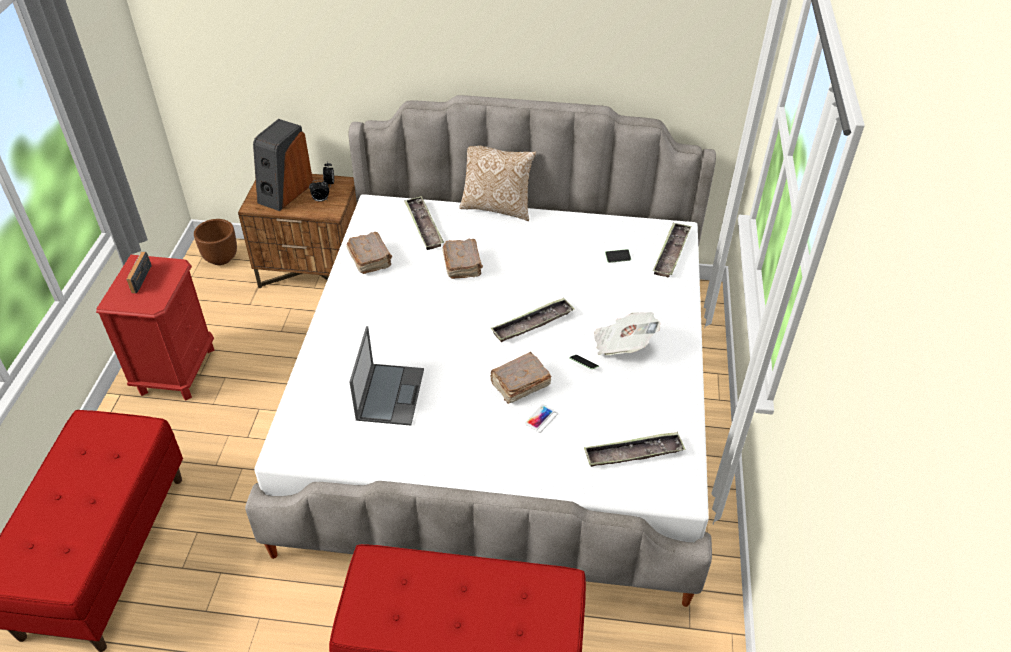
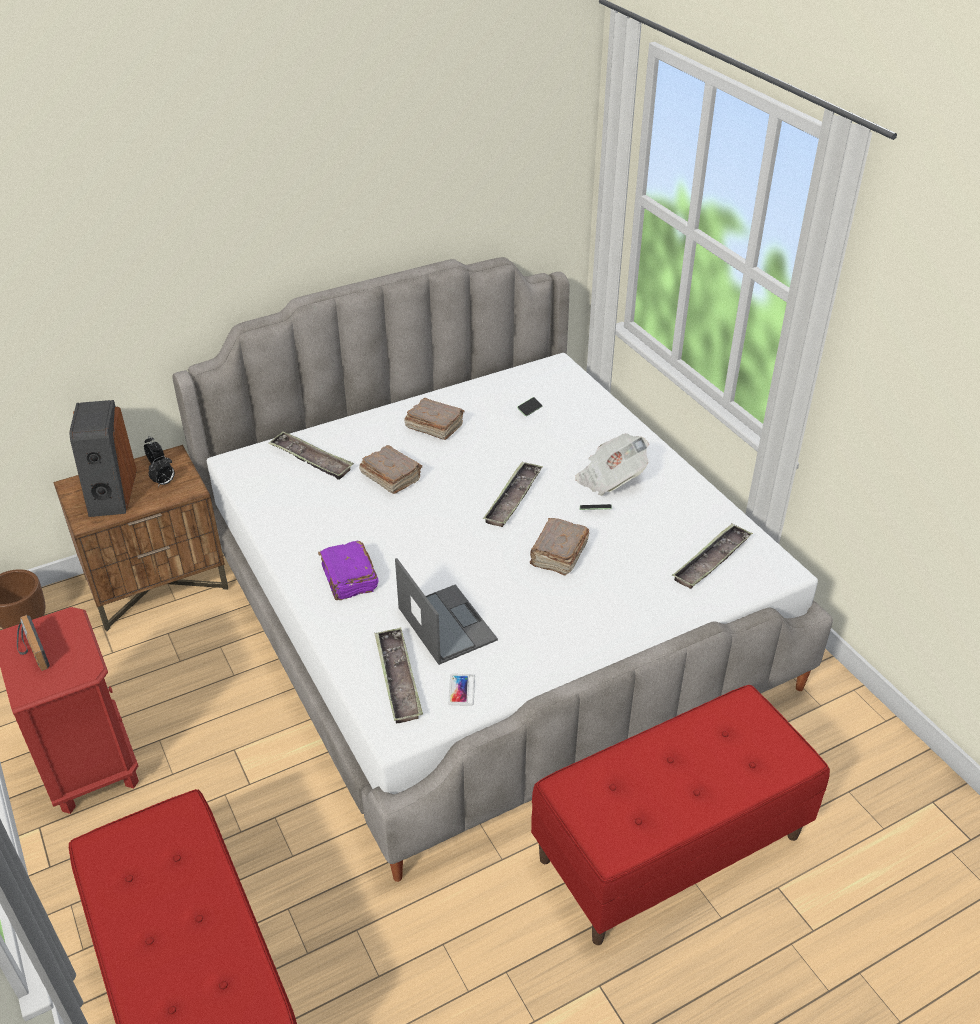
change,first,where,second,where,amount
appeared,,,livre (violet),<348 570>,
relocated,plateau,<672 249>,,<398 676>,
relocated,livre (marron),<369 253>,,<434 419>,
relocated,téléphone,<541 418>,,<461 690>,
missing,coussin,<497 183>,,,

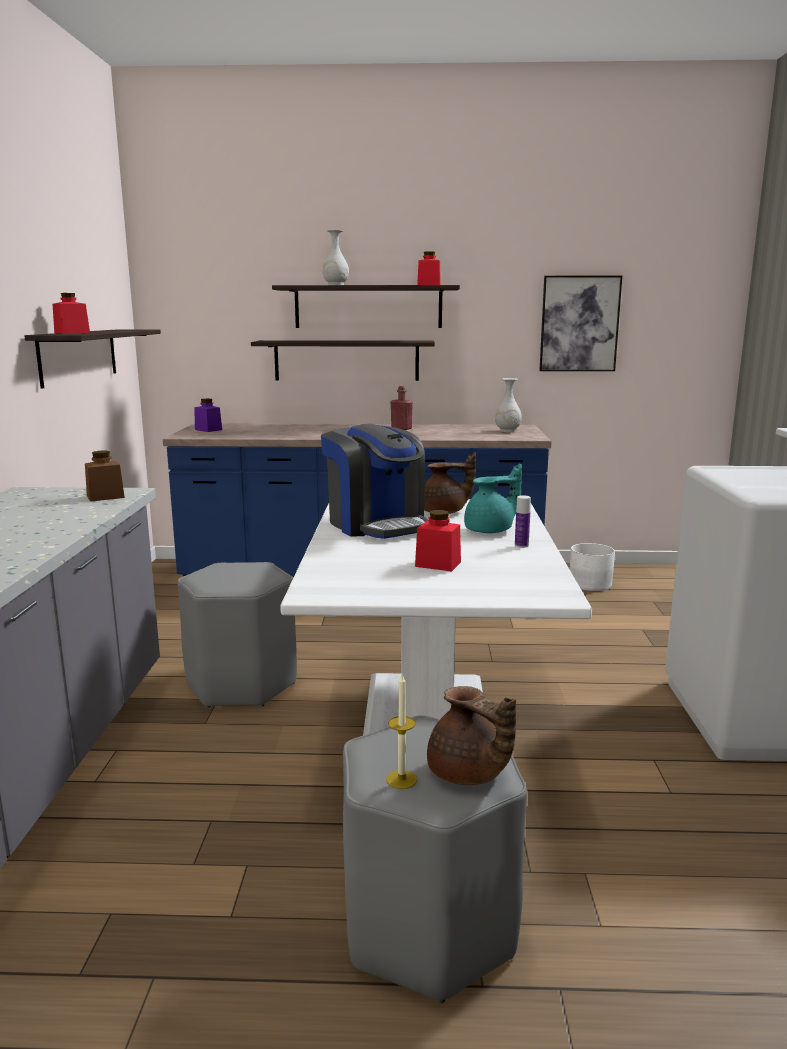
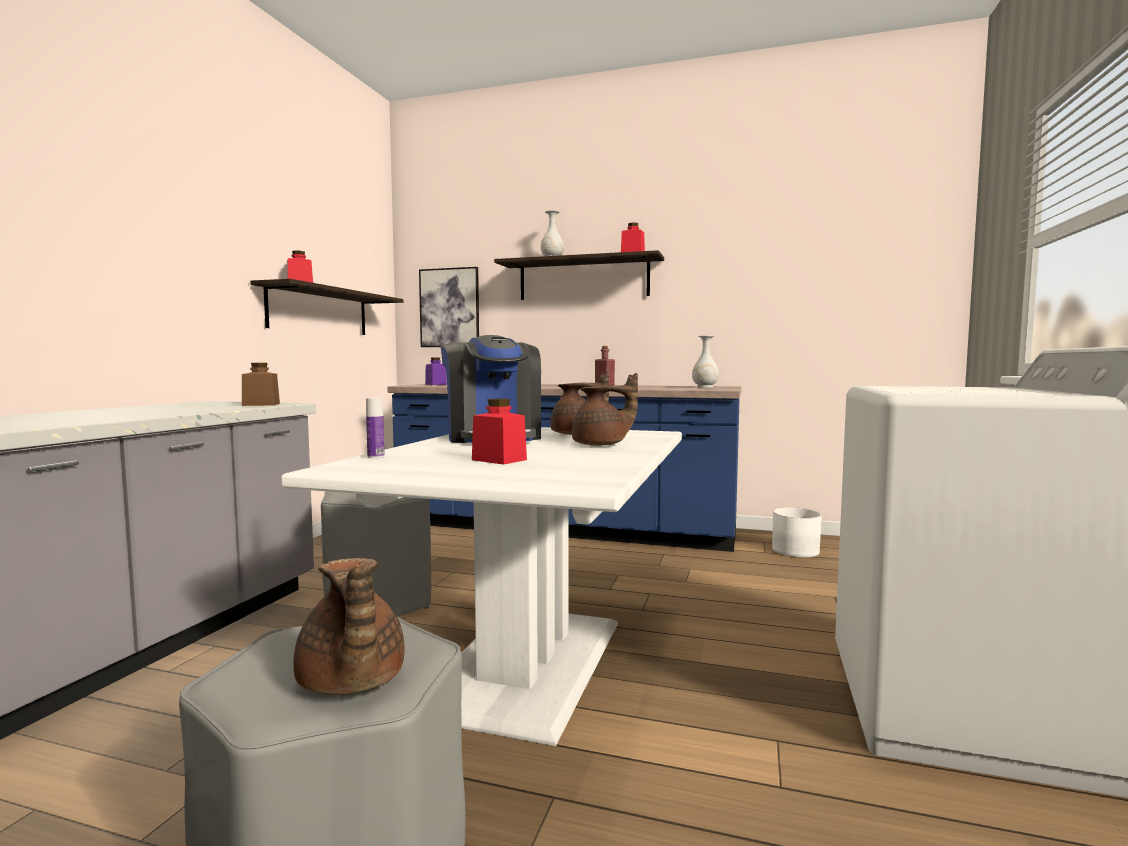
change,first,where,second,where,amount
relocated,bouteille,<523 521>,,<375 428>,
relocated,tableau,<580 323>,,<449 307>,
colour,théière (turquoise),<493 498>,théière (marron),<605 409>,
missing,étagère,<343 360>,,,
missing,bougie,<401 732>,,,

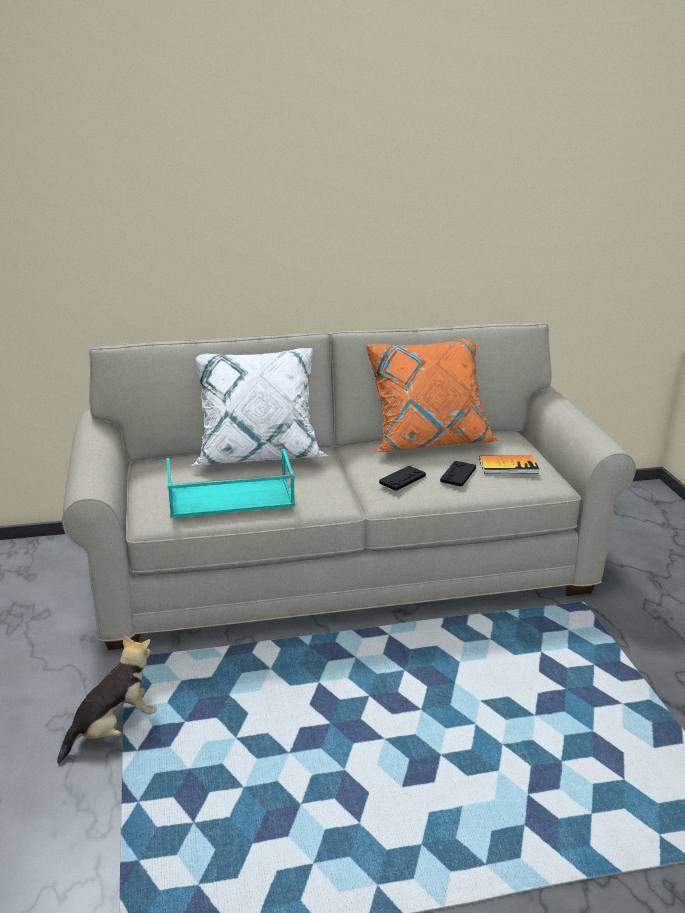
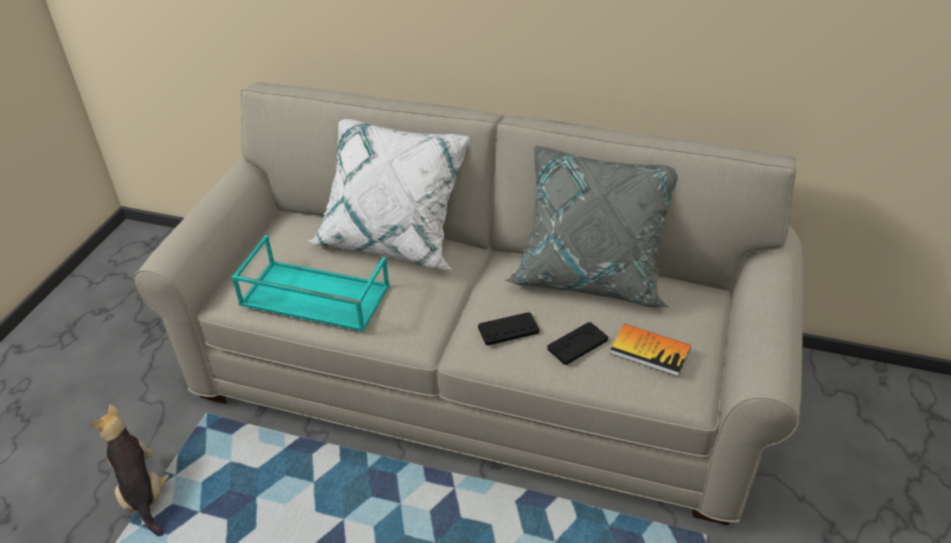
change,first,where,second,where,amount
spun,peluche,<107 699>,,<130 470>,105 degrees counterclockwise
colour,coussin (orange),<433 395>,coussin (gris),<591 227>,

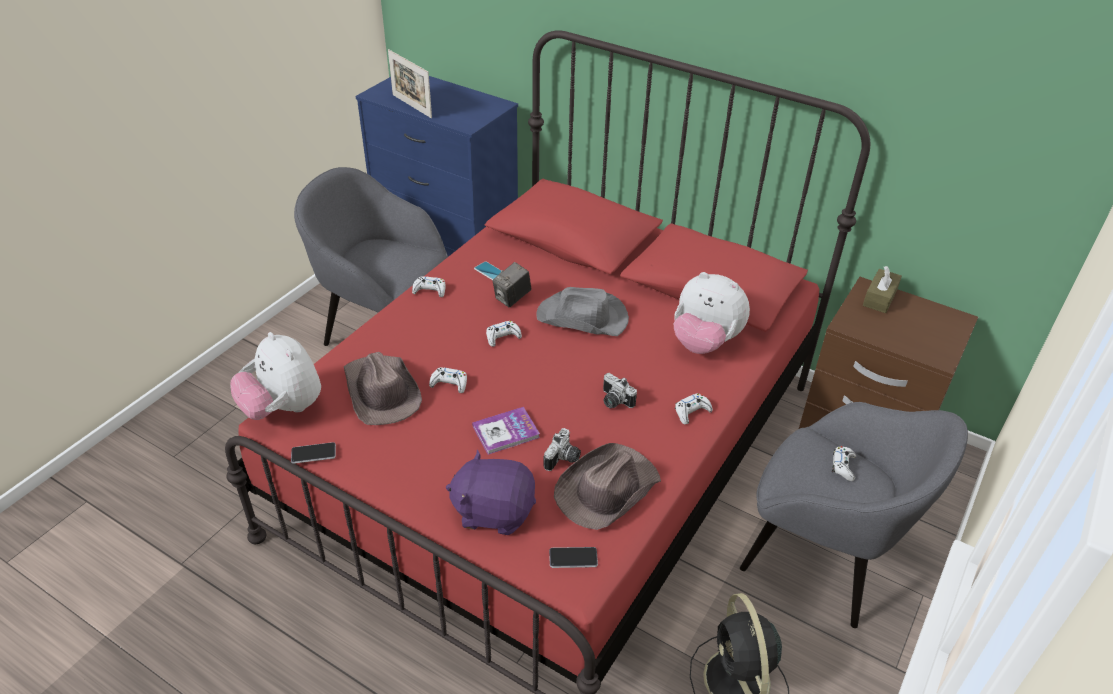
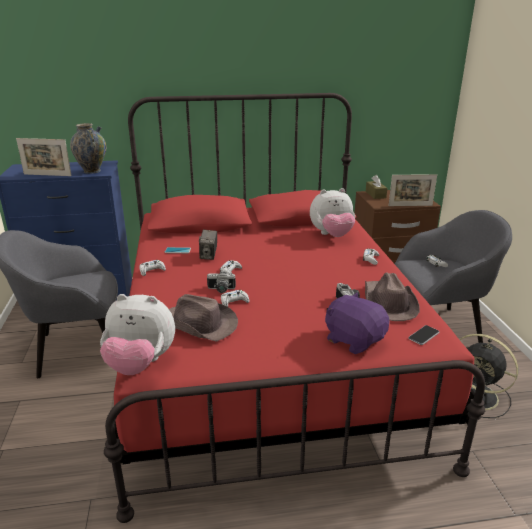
change,first,where,second,where,amount
appeared,,,vase,<88 148>,
relocated,appareil photo,<620 390>,,<221 281>,
spun,peluche (violet),<491 492>,,<357 323>,75 degrees clockwise
appeared,,,cadre photo,<413 190>,
missing,téléphone,<313 453>,,,
missing,livre,<506 431>,,,
missing,chapeau (gris),<582 311>,,,

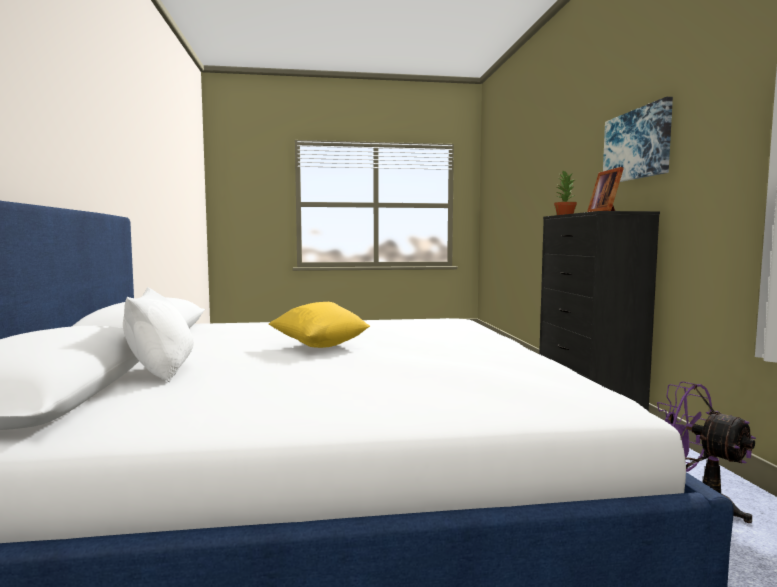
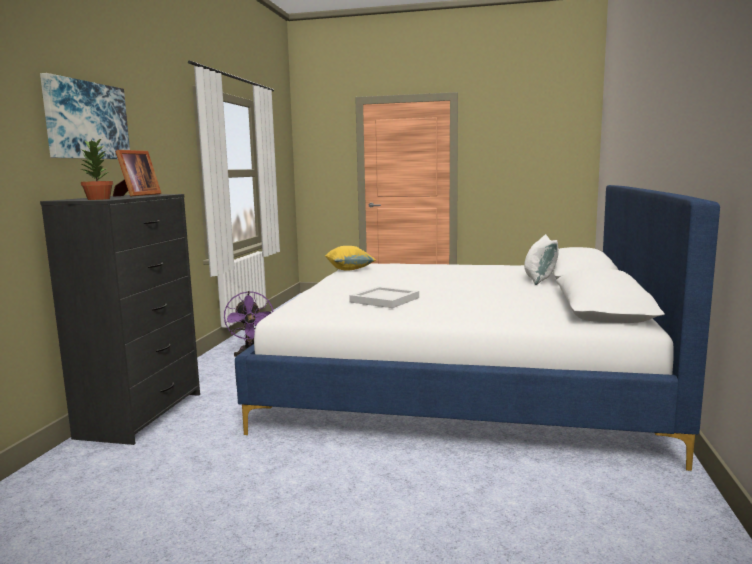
change,first,where,second,where,amount
relocated,coussin (jaune),<319 325>,,<350 258>,
appeared,,,plateau (blanc),<384 297>,

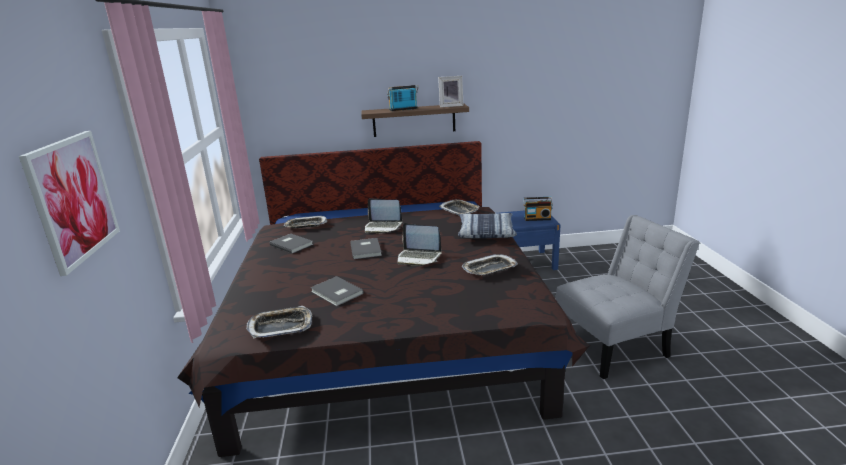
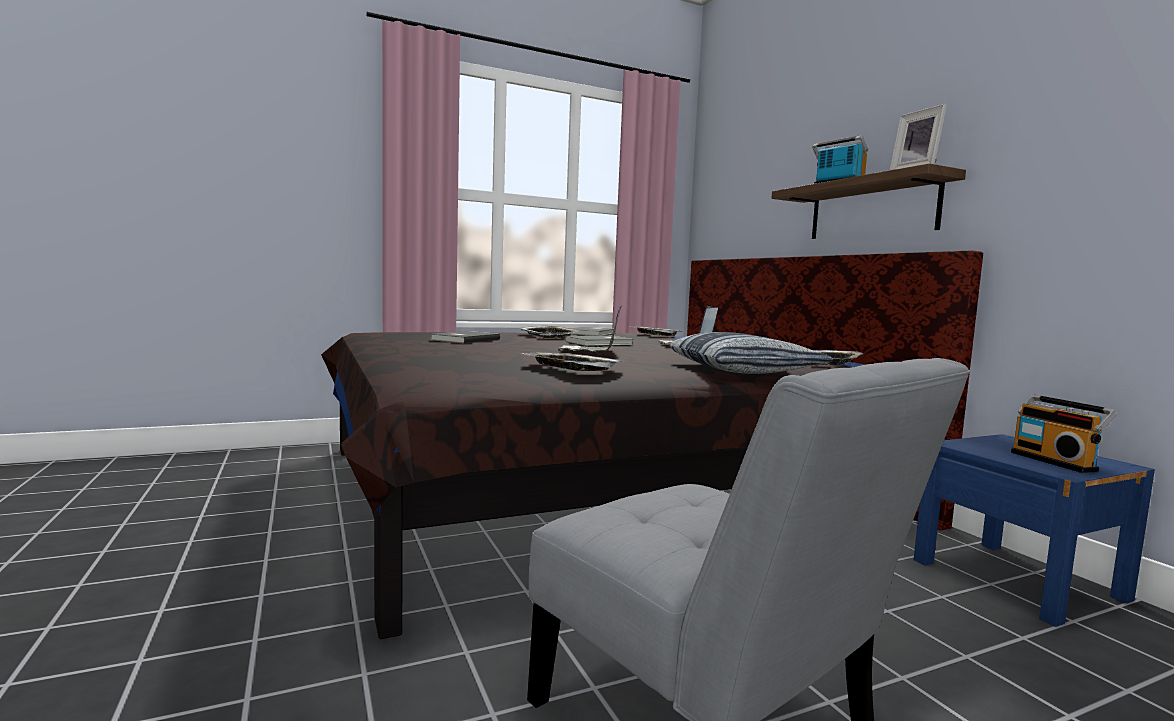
change,first,where,second,where,amount
relocated,plateau,<279 322>,,<550 332>,
missing,tableau,<69 203>,,,

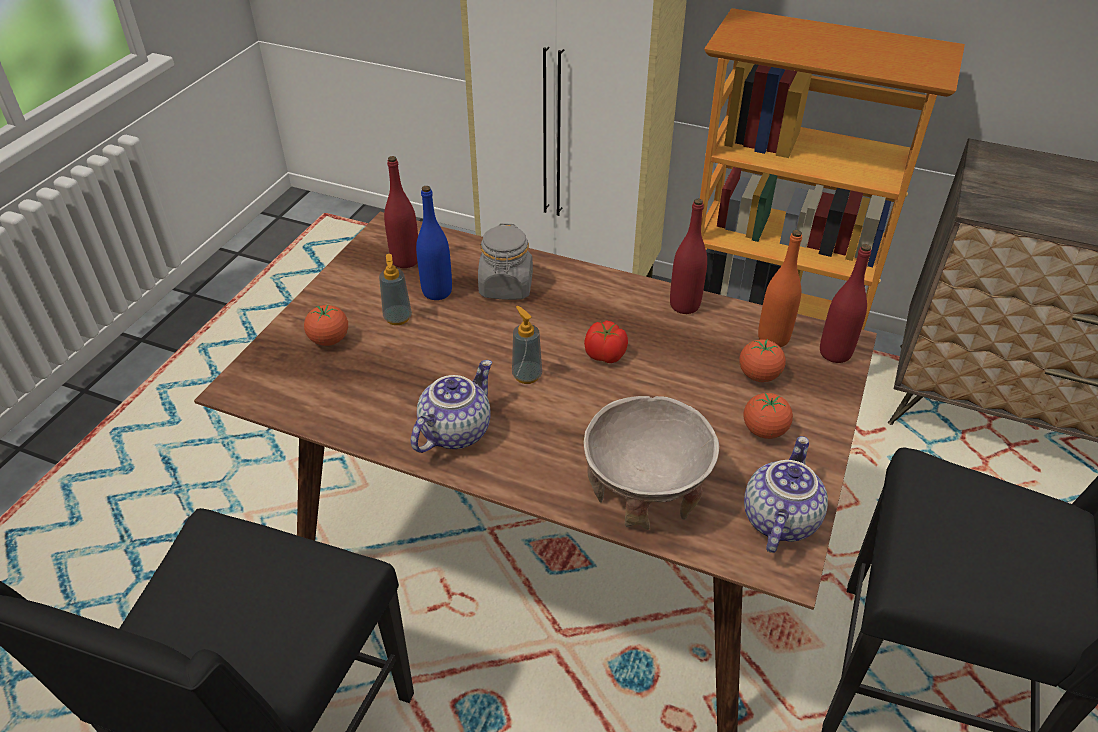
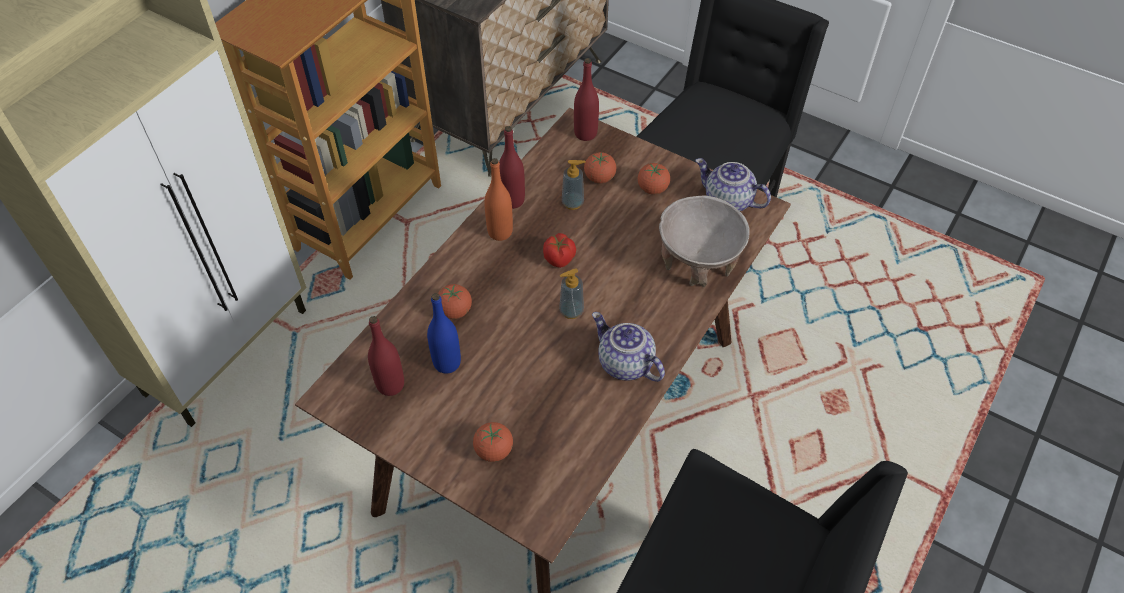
change,first,where,second,where,amount
exchanged,bocal (gris),<505 261>,tomate,<455 301>,
relocated,bouteille (orange),<780 288>,,<498 199>,
relocated,distributeur de savon,<395 289>,,<574 185>,

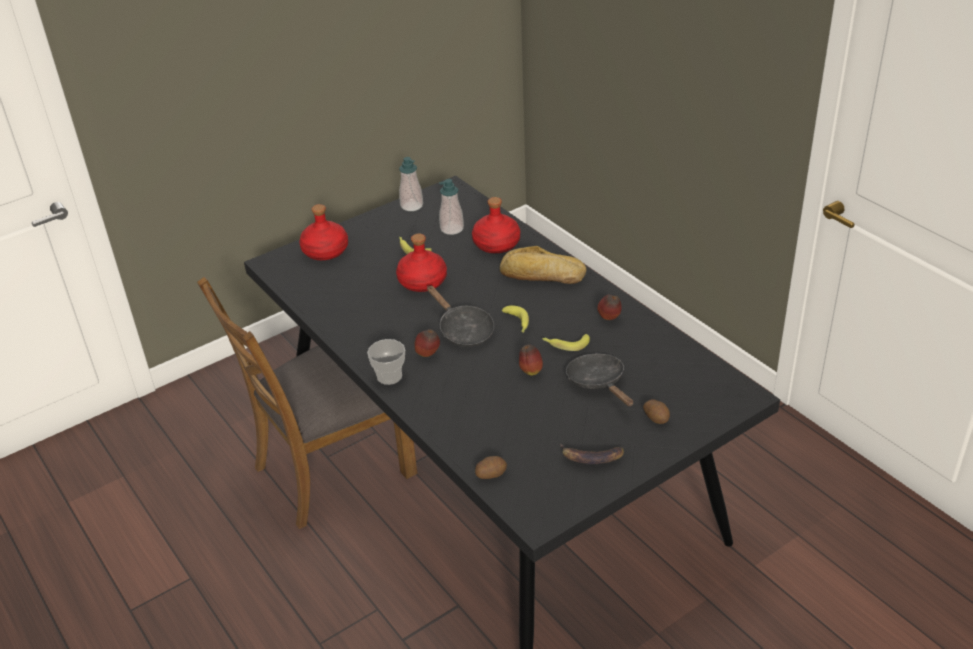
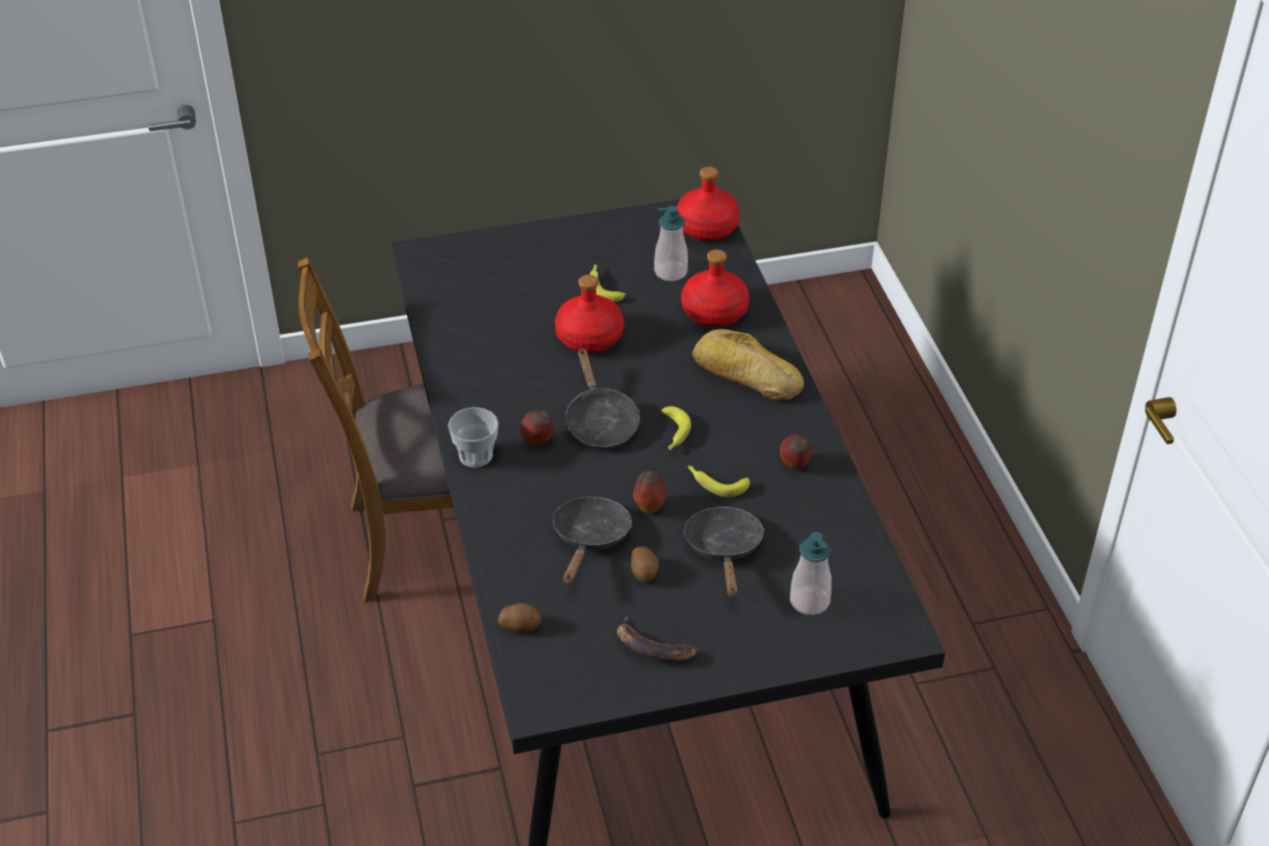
change,first,where,second,where,amount
appeared,,,poêle (noir),<592 540>,
relocated,pomme de terre,<656 411>,,<645 564>,
relocated,bouteille (rouge),<323 232>,,<708 204>,
relocated,distributeur de savon,<411 184>,,<811 573>,

